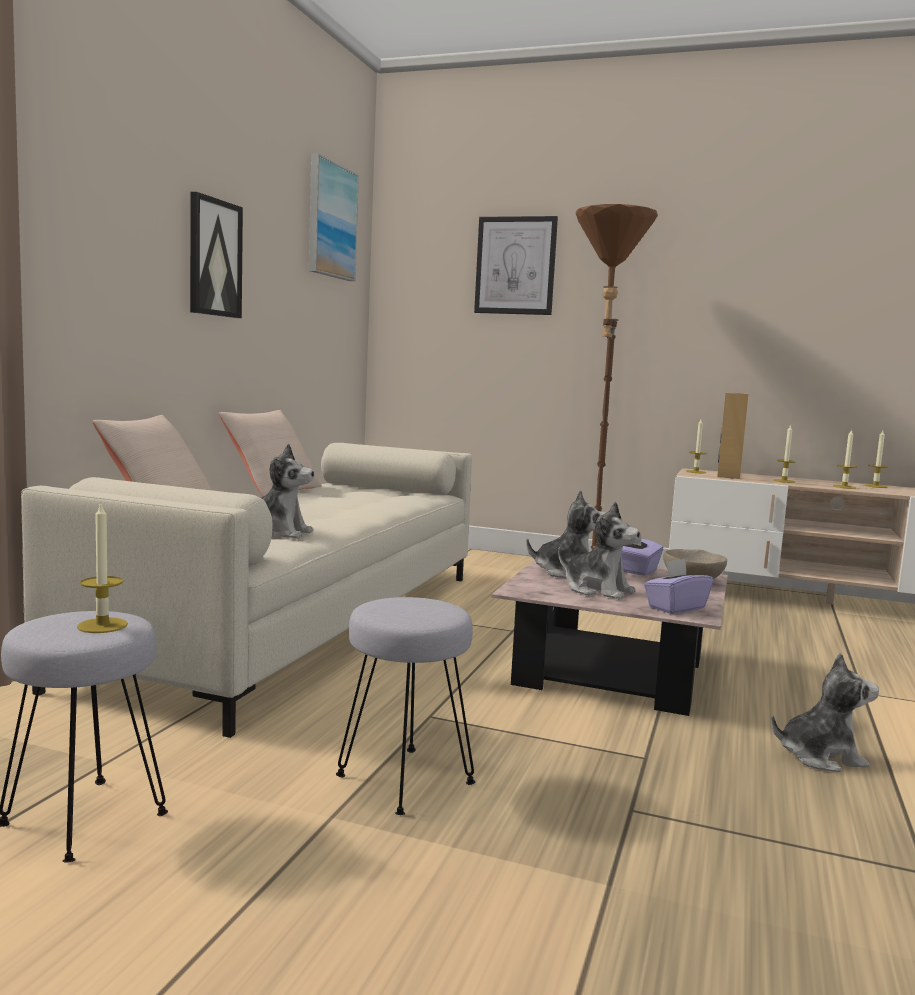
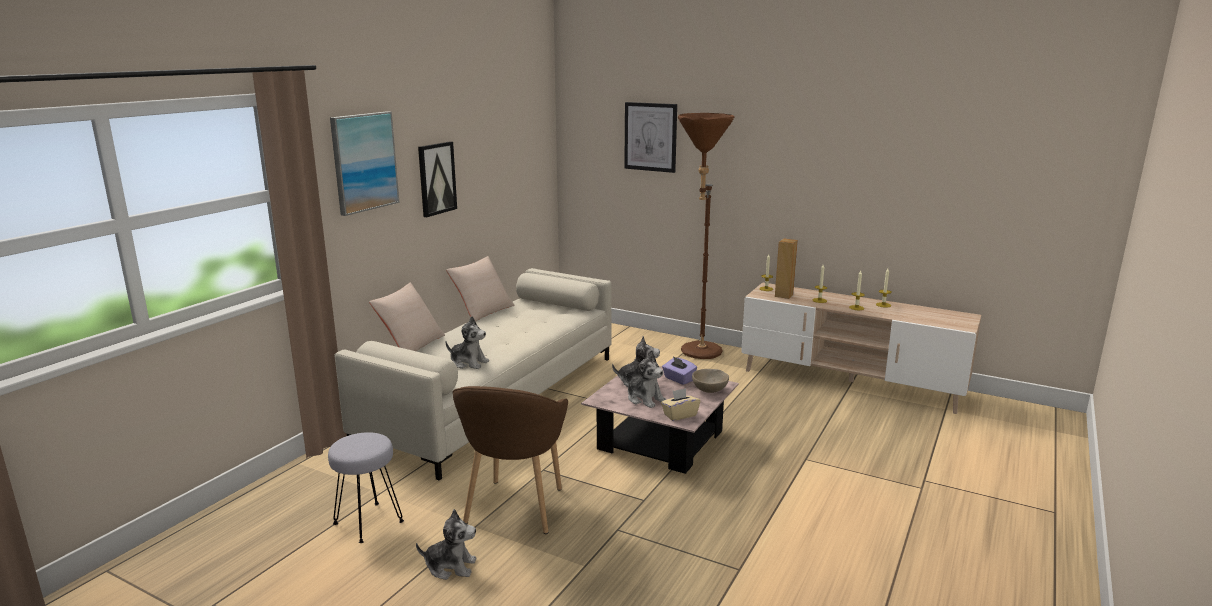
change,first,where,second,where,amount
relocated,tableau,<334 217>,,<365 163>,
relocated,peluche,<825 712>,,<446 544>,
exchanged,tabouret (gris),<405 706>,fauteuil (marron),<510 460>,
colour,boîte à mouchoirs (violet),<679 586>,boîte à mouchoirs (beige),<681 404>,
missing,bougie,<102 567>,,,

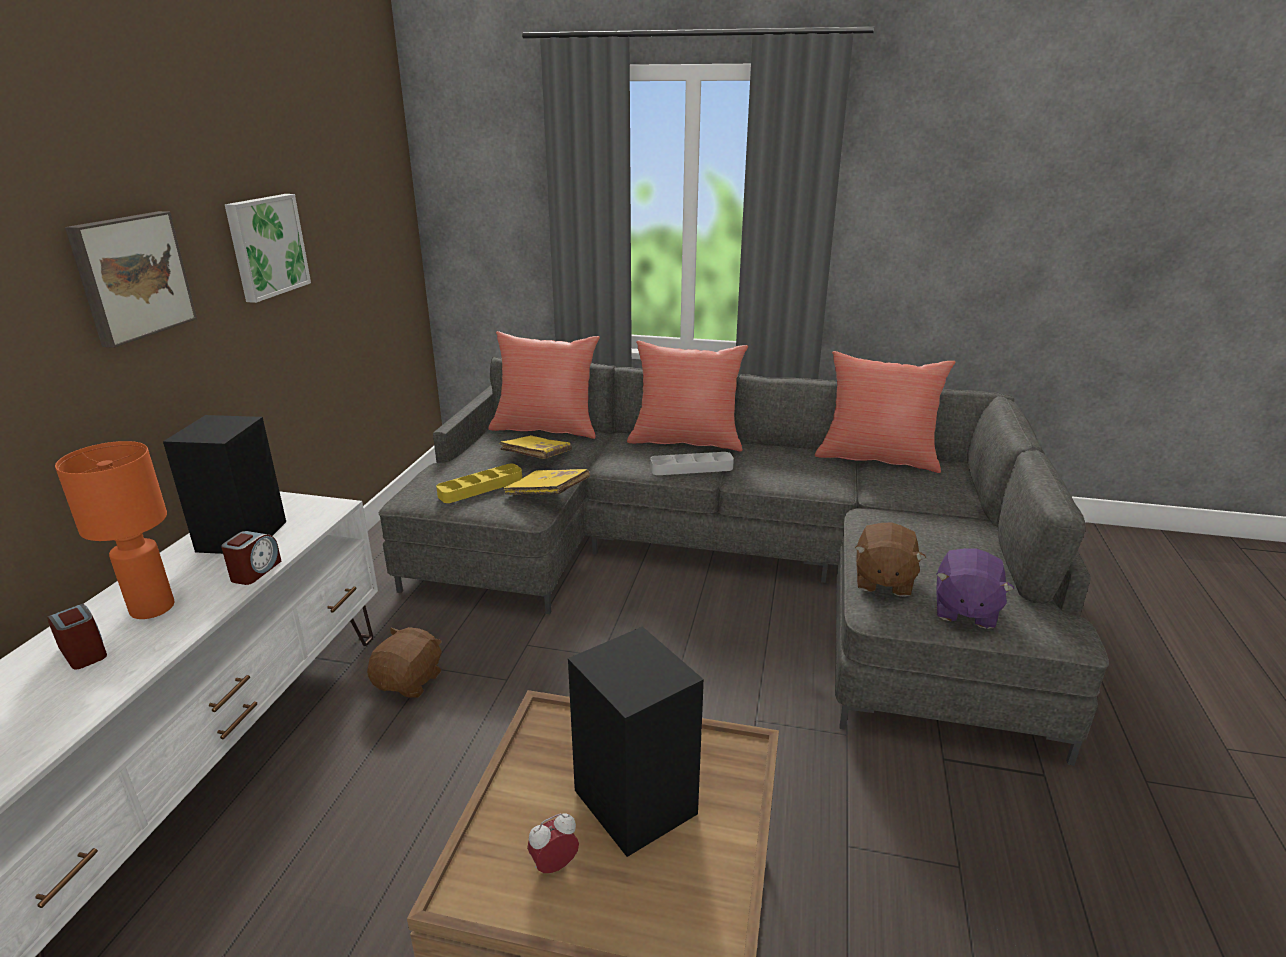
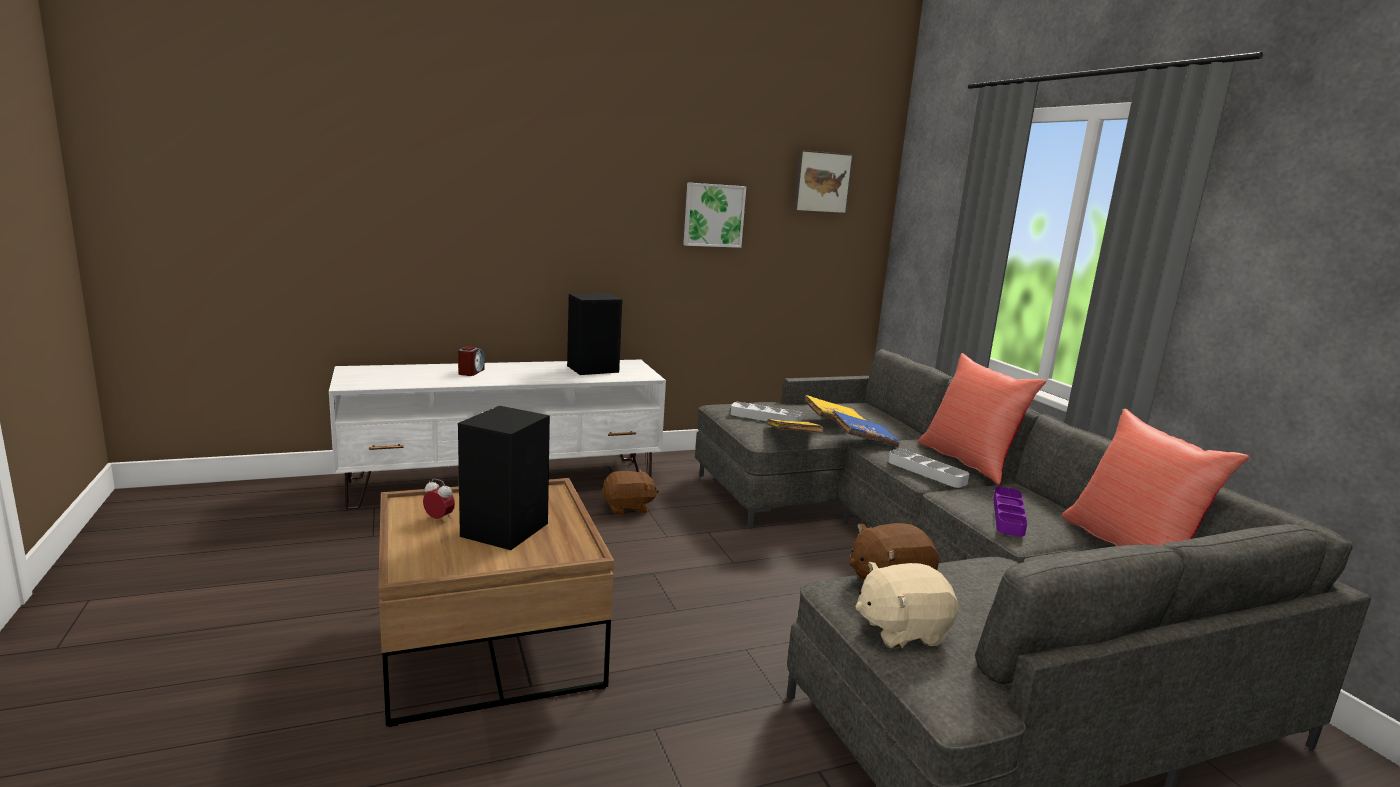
change,first,where,second,where,amount
colour,plateau (jaune),<479 483>,plateau (gris),<766 412>,
relocated,tableau,<131 279>,,<823 182>,
appeared,,,livre (bleu),<865 429>,
colour,peluche (violet),<975 588>,peluche (beige),<906 605>,
appeared,,,plateau (violet),<1010 512>,
missing,lampe de table (orange),<114 530>,,,
missing,réveil,<251 558>,,,
missing,coussin (rouge),<544 385>,,,

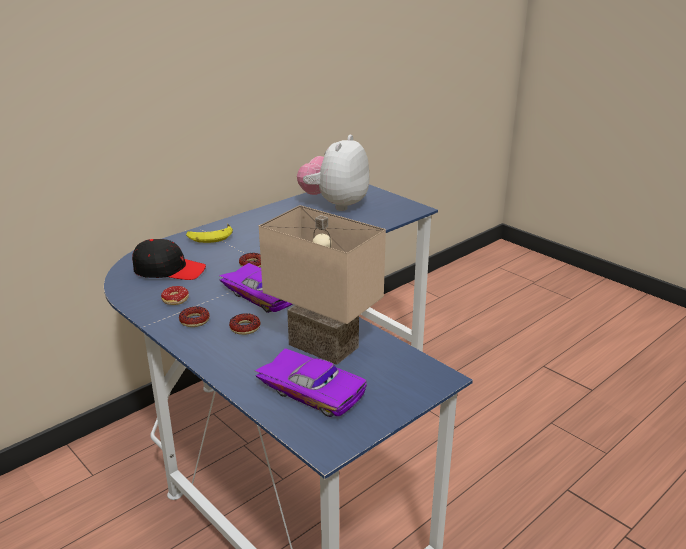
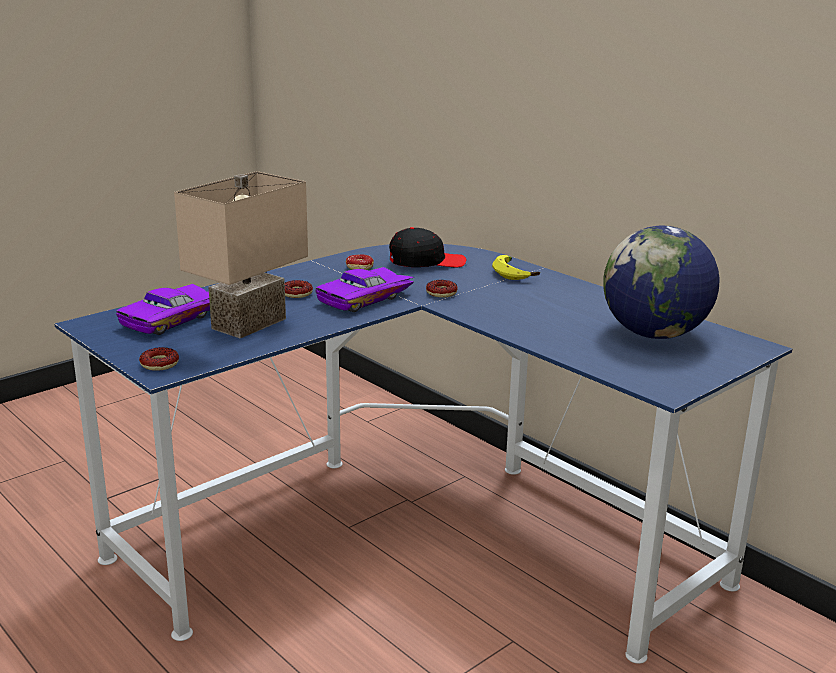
change,first,where,second,where,amount
relocated,beignet,<194 316>,,<159 359>,
spun,casquette (noir),<169 259>,,<427 247>,105 degrees counterclockwise
exchanged,peluche,<333 173>,globe,<661 282>,

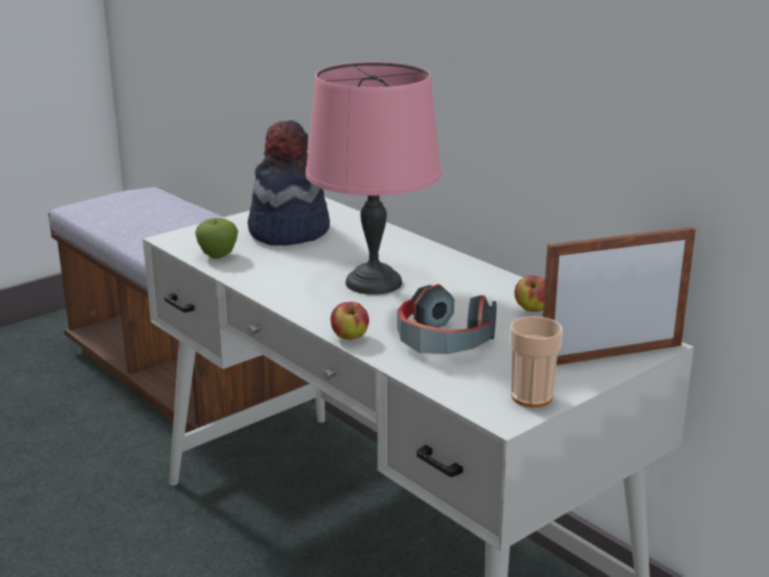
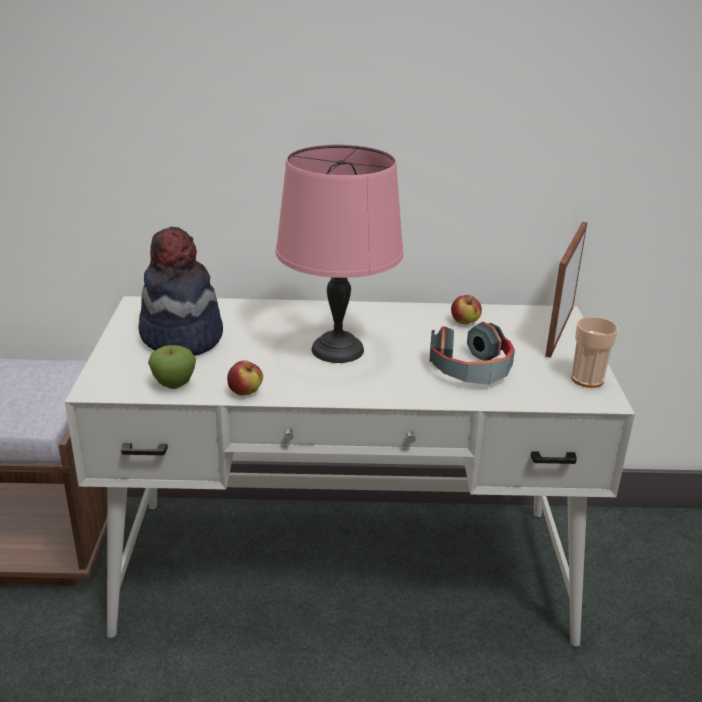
change,first,where,second,where,amount
relocated,pomme,<350 321>,,<245 378>,

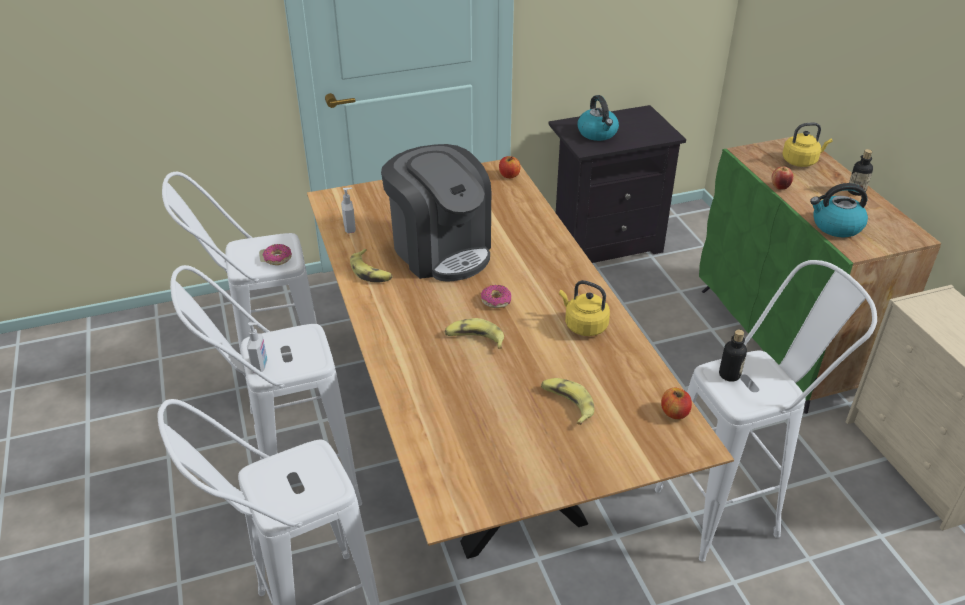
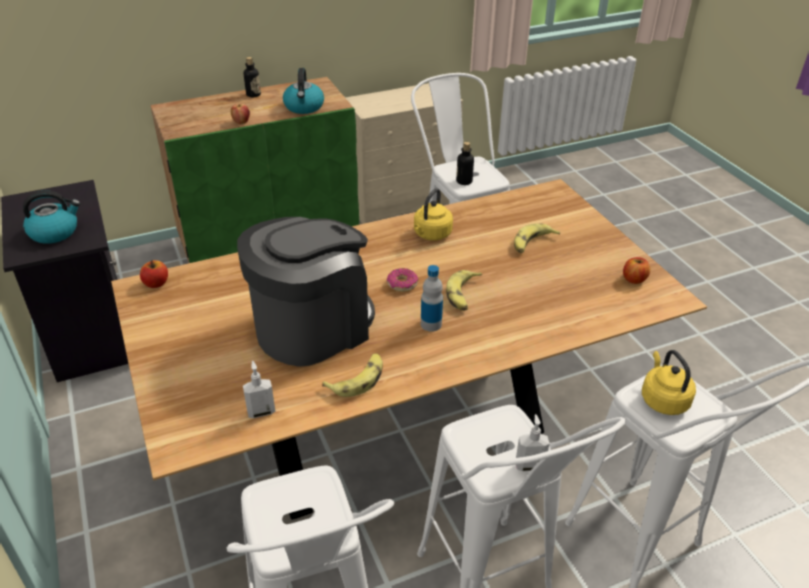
change,first,where,second,where,amount
appeared,,,bouteille,<432 298>,
relocated,pomme,<676 403>,,<636 270>,
relocated,bouilloire (jaune),<807 145>,,<669 382>,
missing,beignet,<277 254>,,,

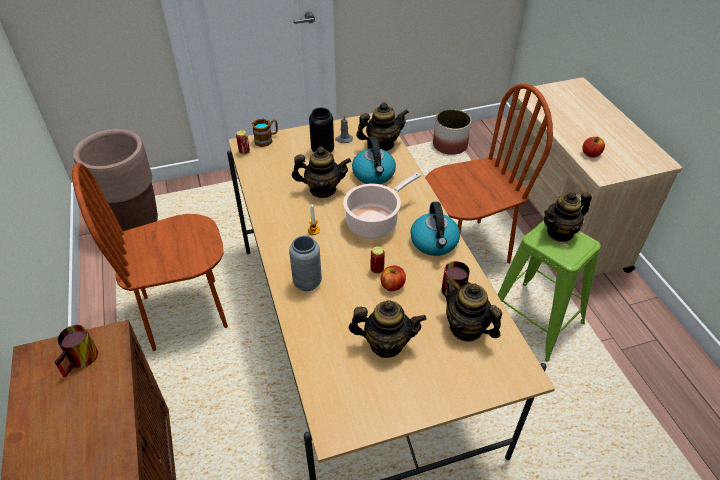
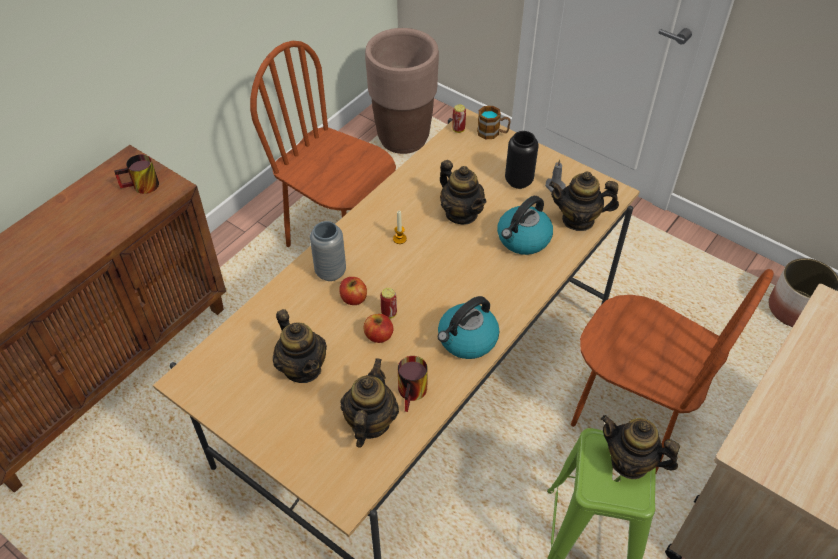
change,first,where,second,where,amount
relocated,pomme,<594 147>,,<353 291>,
spun,théière,<382 126>,,<584 201>,150 degrees clockwise
missing,marmite,<382 205>,,,

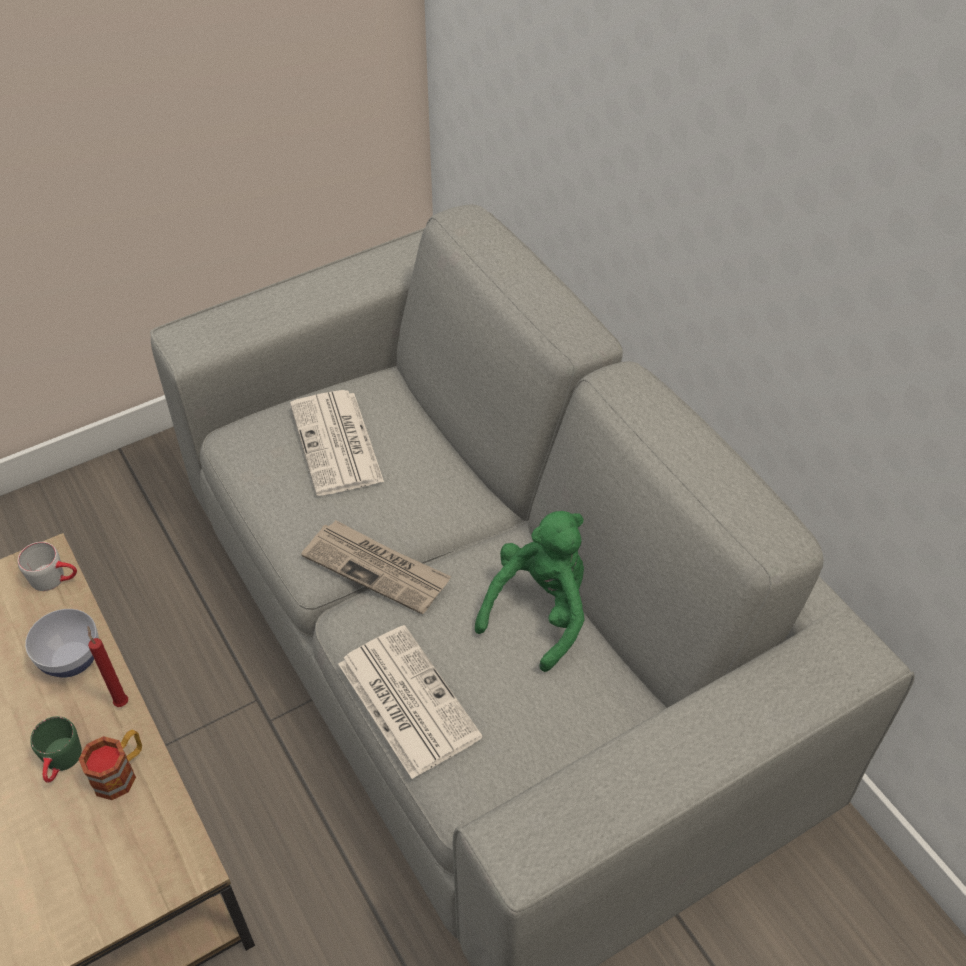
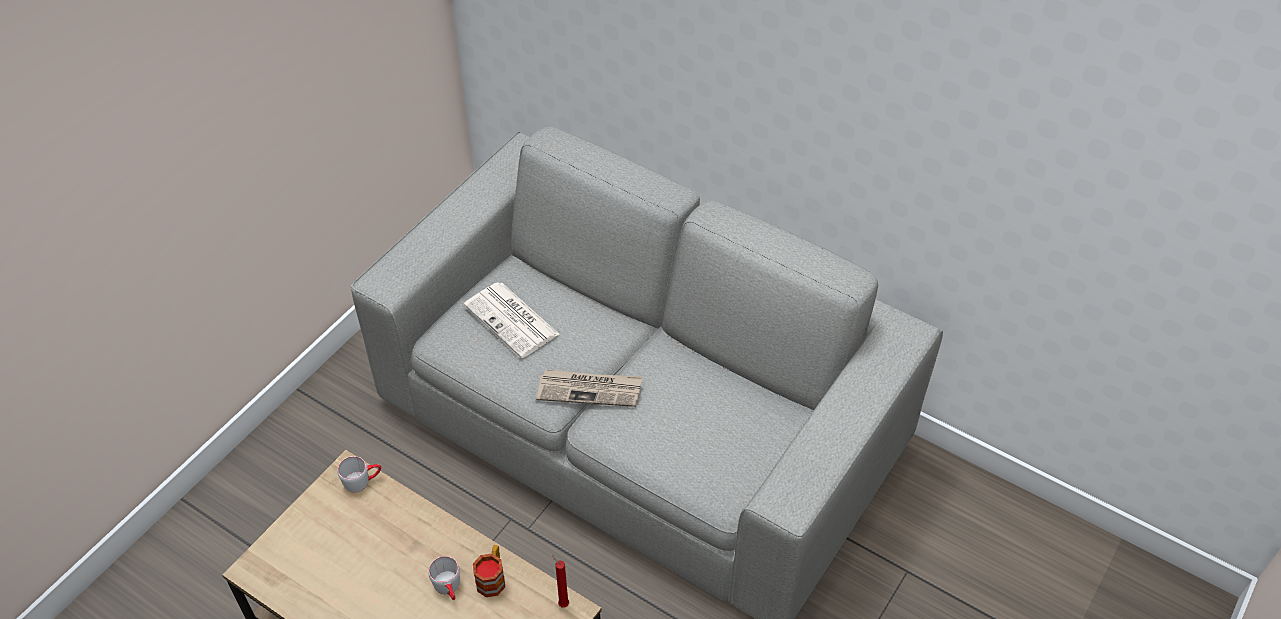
change,first,where,second,where,amount
colour,mug (vert),<56 749>,mug (gris),<444 578>,
relocated,bougie (rouge),<107 666>,,<560 581>,
missing,bol,<62 643>,,,
missing,journal,<410 702>,,,
missing,peluche (vert),<530 591>,,,

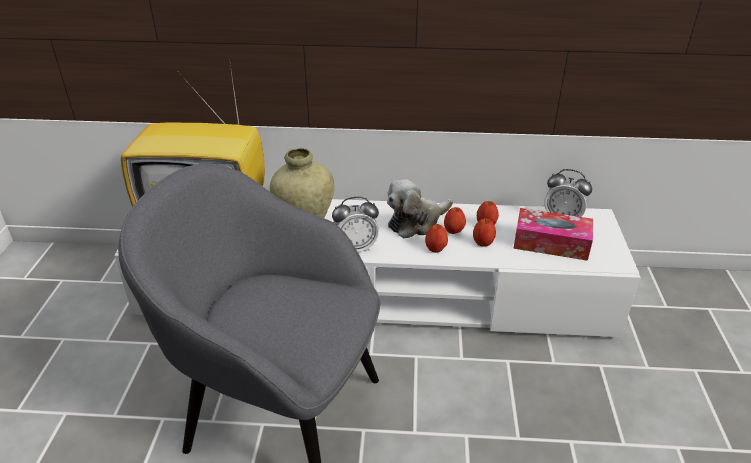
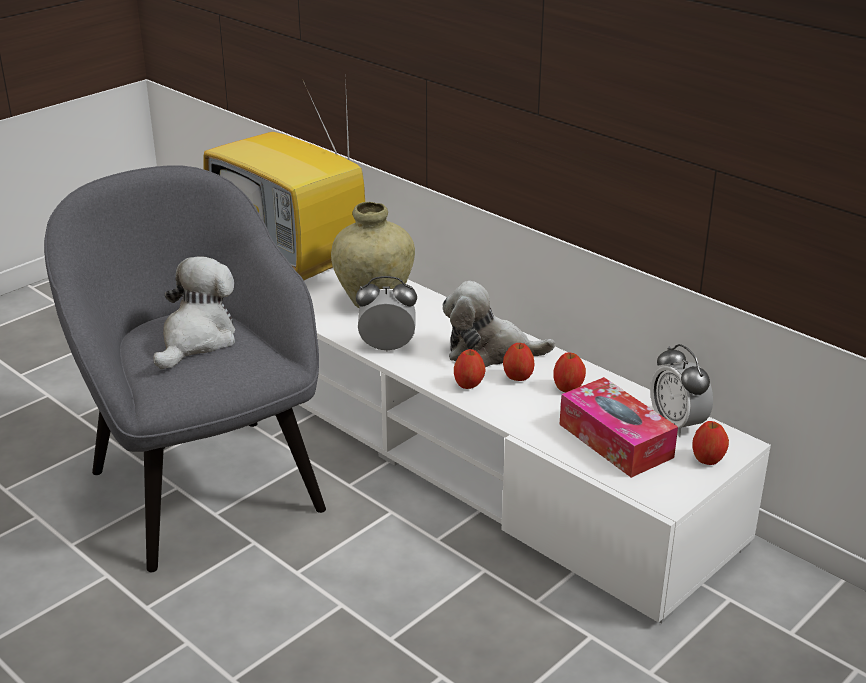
change,first,where,second,where,amount
appeared,,,peluche,<194 313>,
spun,réveil,<355 224>,,<386 314>,150 degrees clockwise
relocated,pomme,<484 232>,,<710 443>,

